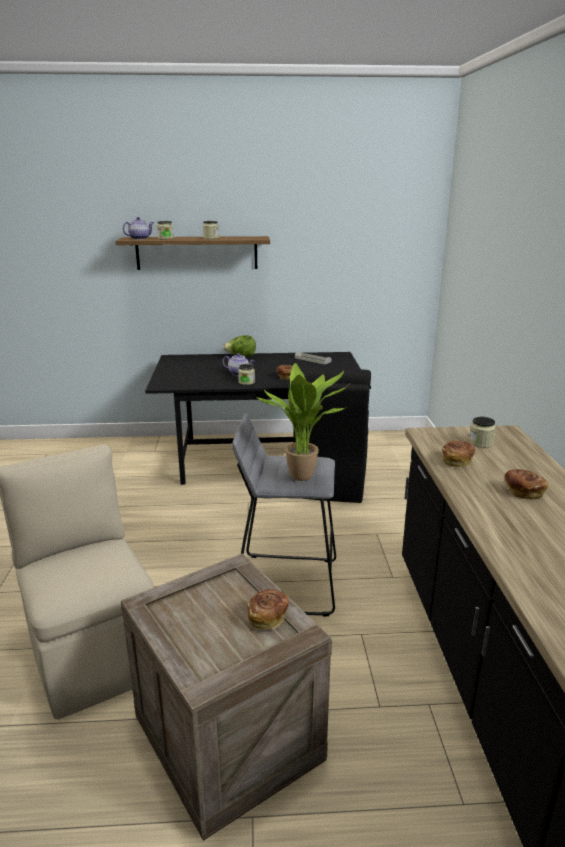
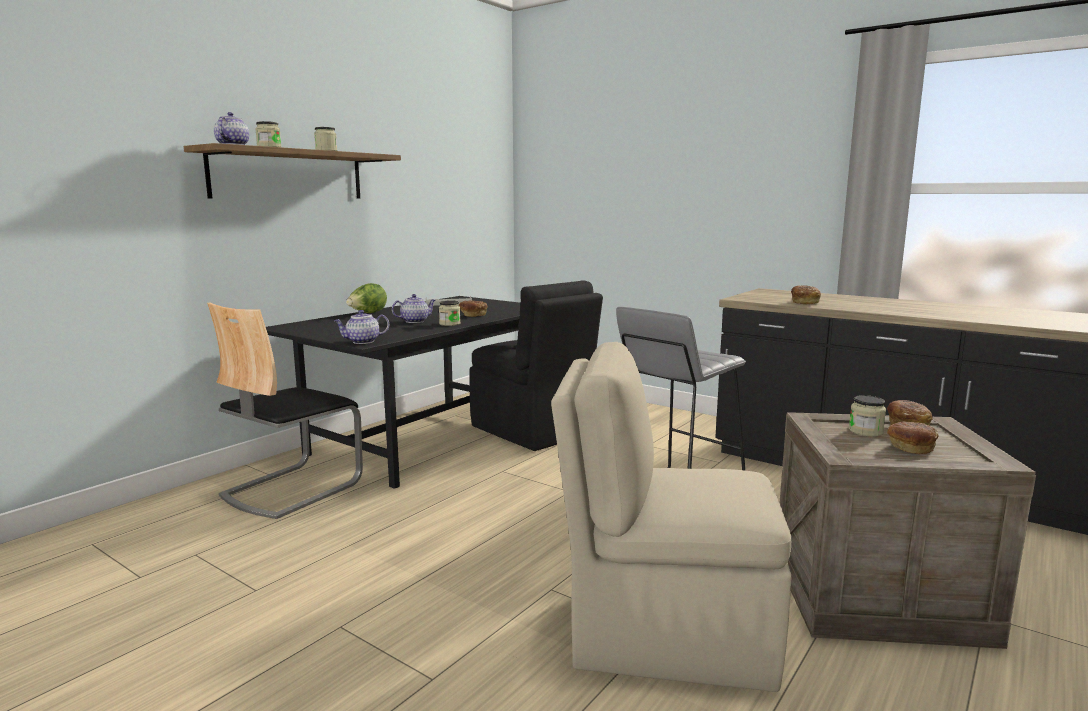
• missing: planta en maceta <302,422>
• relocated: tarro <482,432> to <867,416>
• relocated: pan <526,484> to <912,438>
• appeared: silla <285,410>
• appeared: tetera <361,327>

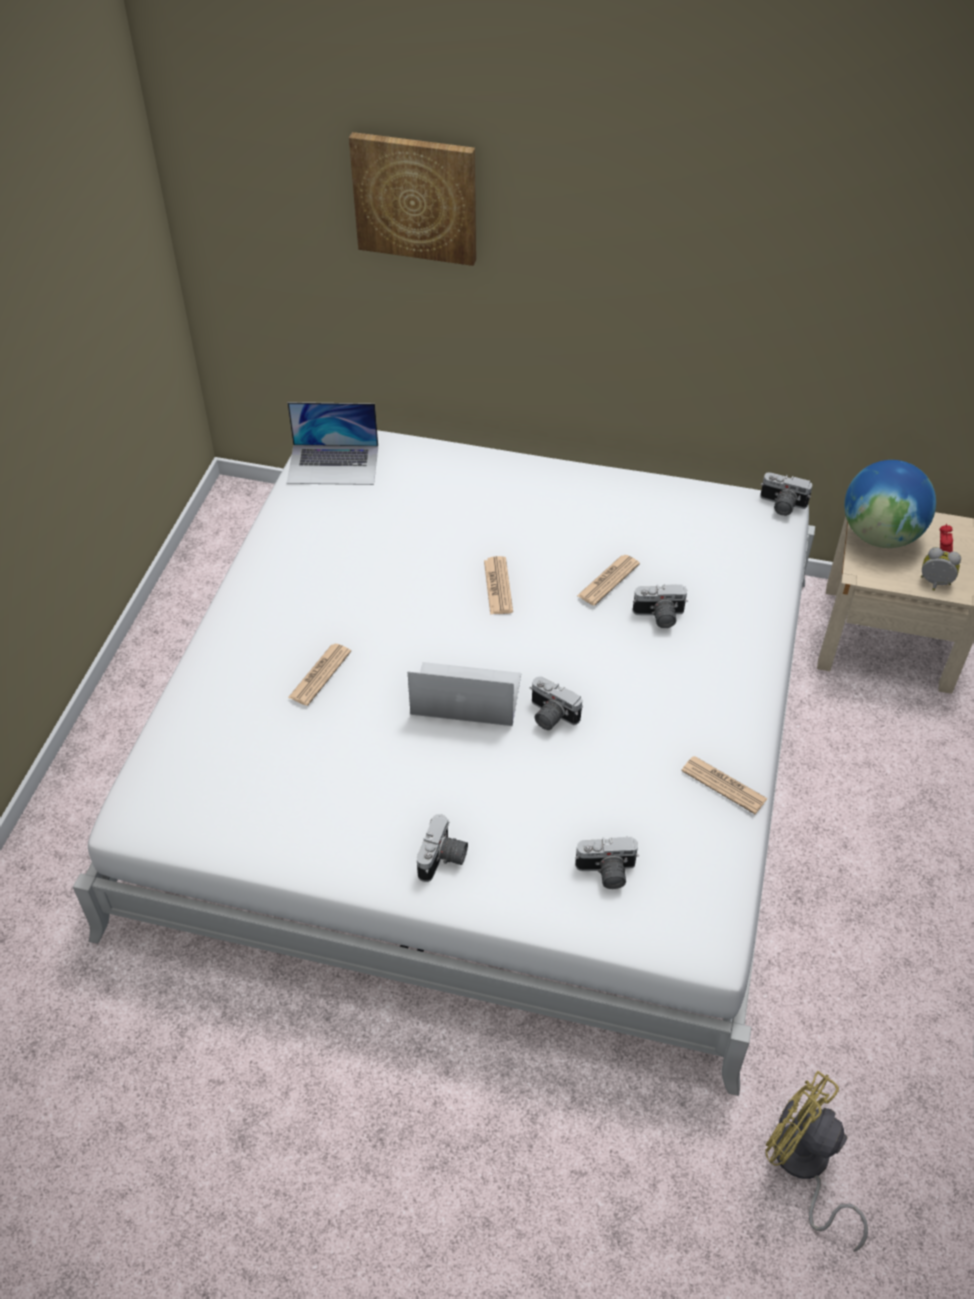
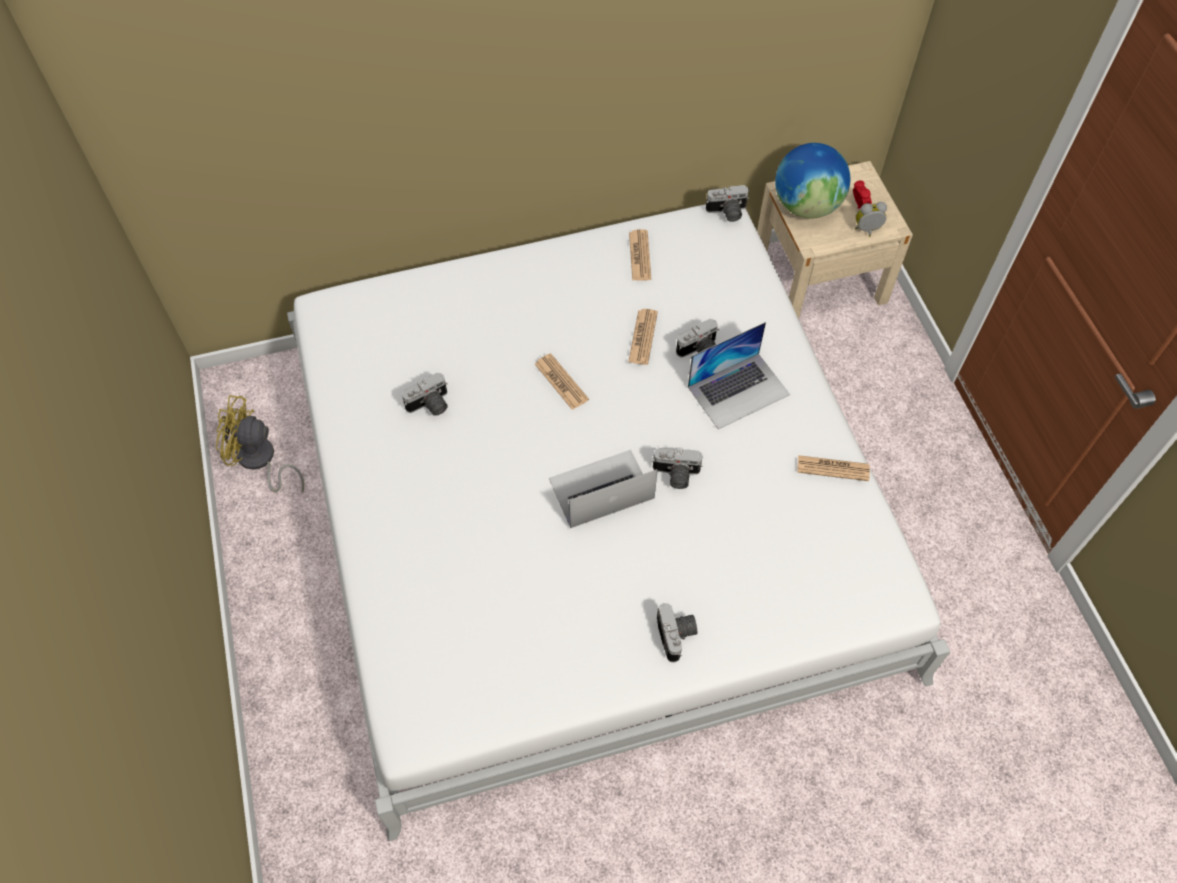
• missing: cuadro <412,199>
• relocated: portátil <332,443> to <739,375>
• relocated: periódico <319,675> to <640,255>
• relocated: cámara <607,863> to <425,394>
• relocated: ventilador [amarillo] <816,1161> to <260,443>

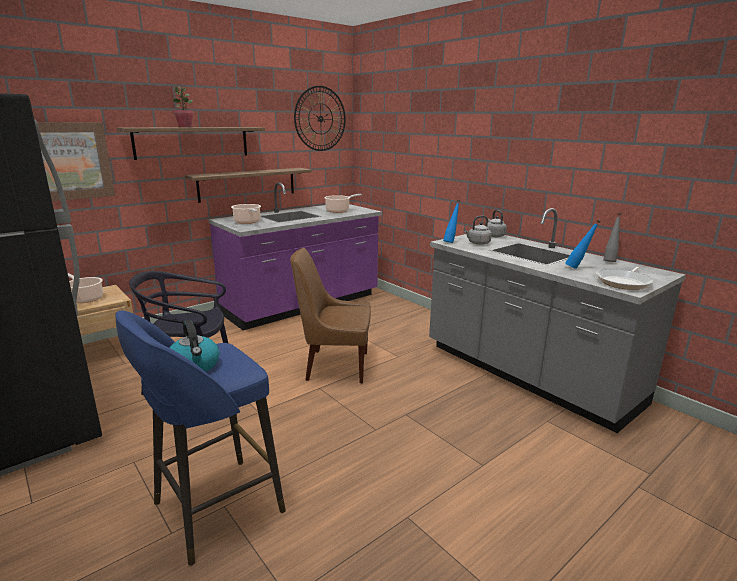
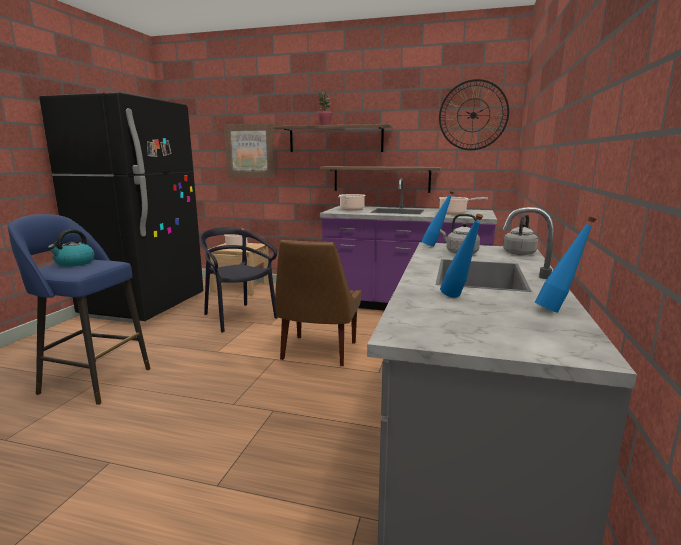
• colour: botella [gris] <612,237> to botella [azul] <565,265>
• spun: silla [marrón] <330,315> = <318,303> 135 degrees counterclockwise
• missing: sartén <625,278>

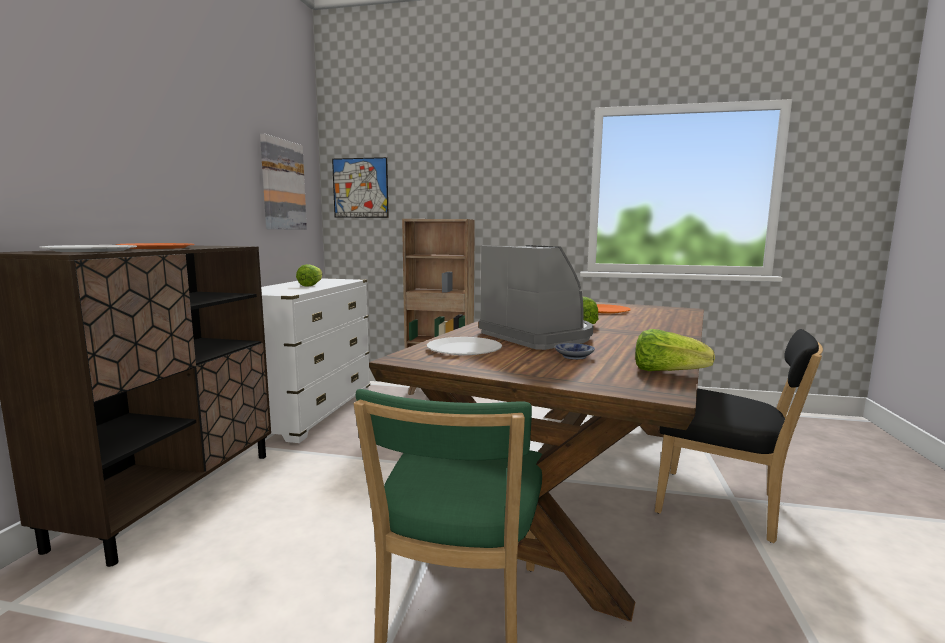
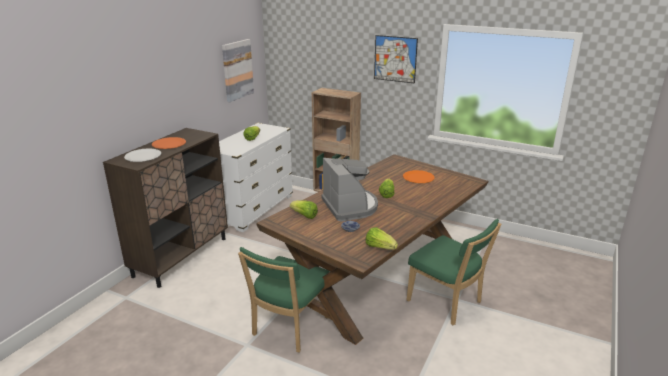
• relocated: cuadro <360,187> to <396,59>
• colour: silla [negro] <739,436> to silla [verde] <454,272>
• exchanged: plato [blanco] <464,346> to lechuga <304,209>

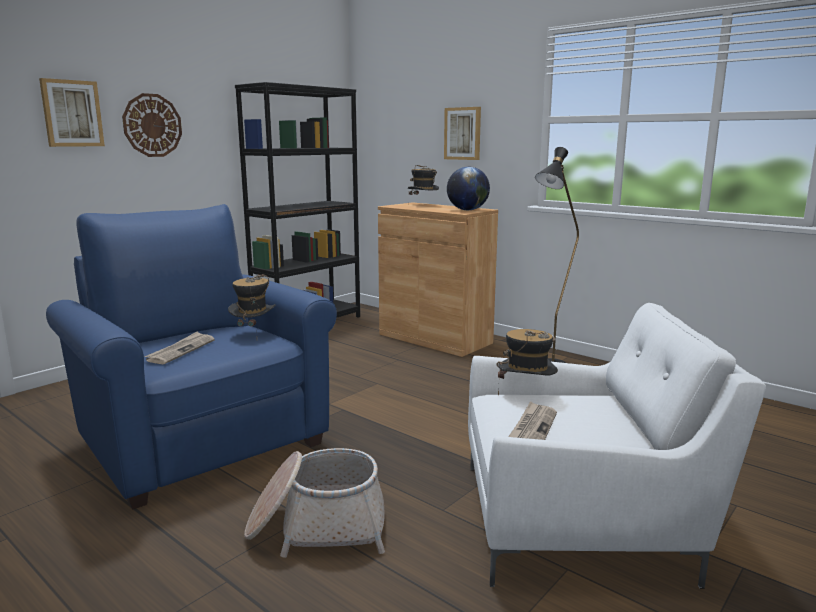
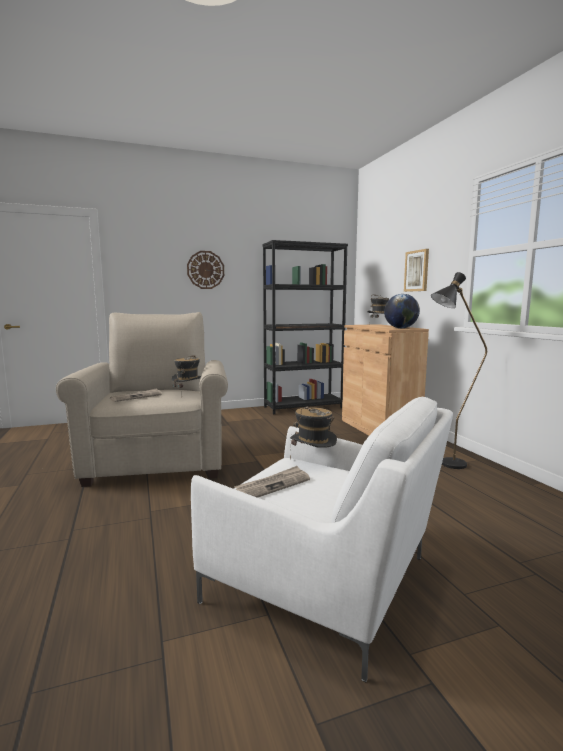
• missing: cuadro <72,112>
• colour: sillón [azul] <191,357> to sillón [beis] <142,399>
• missing: cesta <314,503>

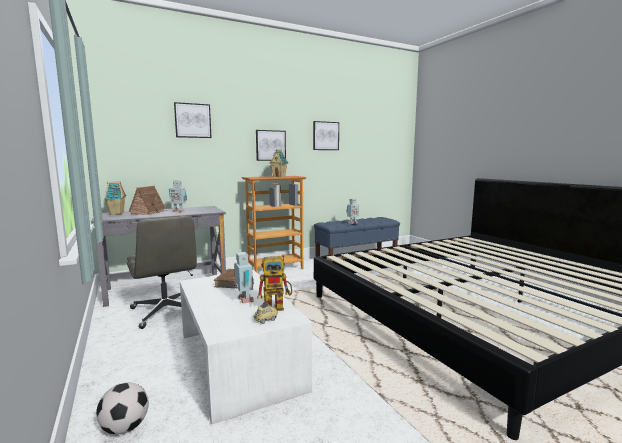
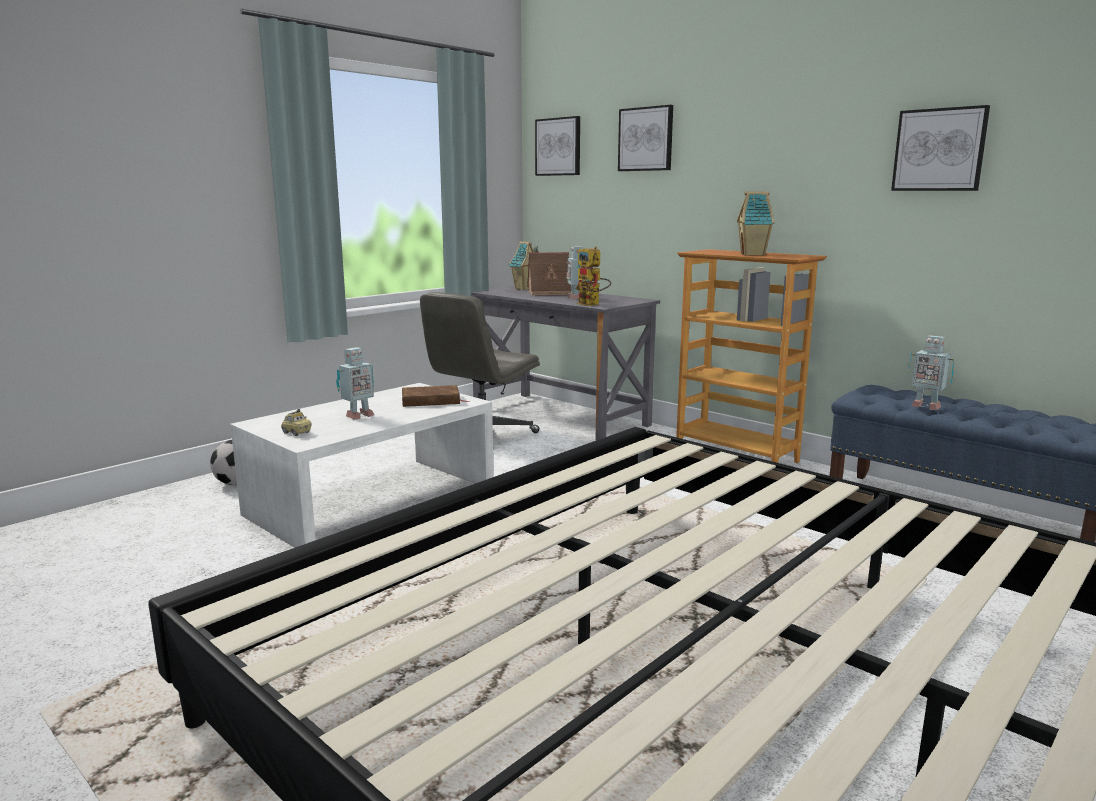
• relocated: cuadro <271,145> to <557,146>
• relocated: robot de juguete <274,282> to <593,276>

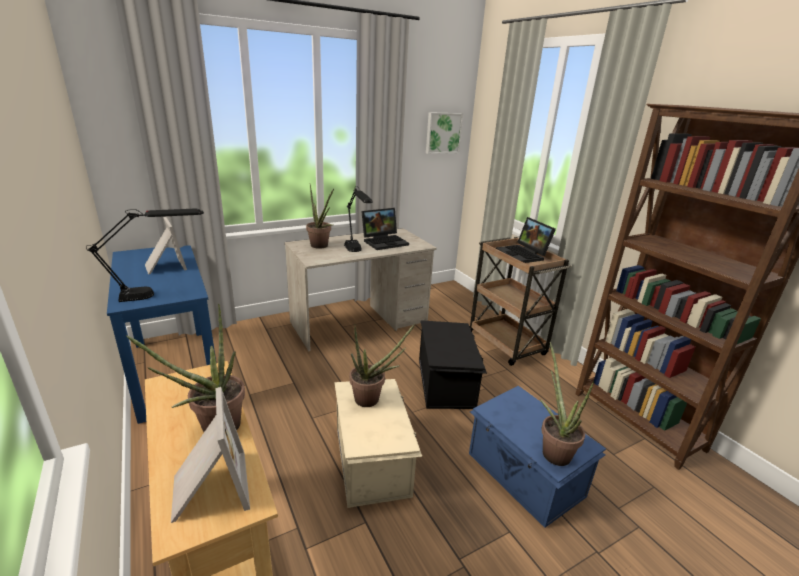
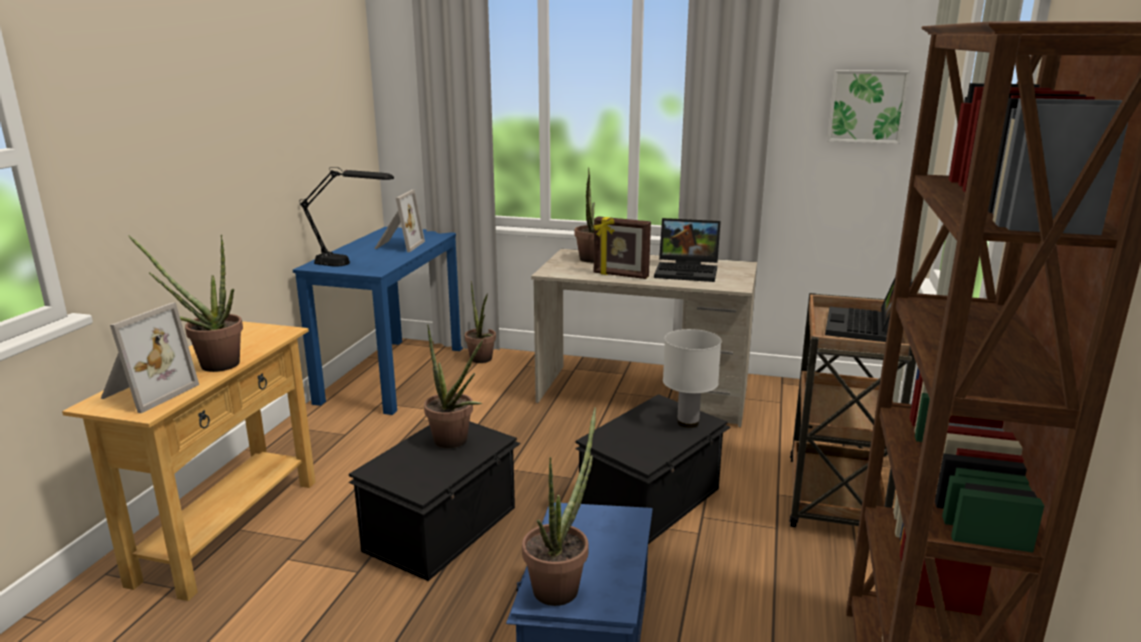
• exchanged: lámpara de mesa [negro] <358,219> to portarretratos <622,247>
• colour: caja de almacenaje [beis] <378,443> to caja de almacenaje [negro] <435,501>
• appeared: planta en maceta <480,322>
• appeared: lámpara de mesa [blanco] <692,378>

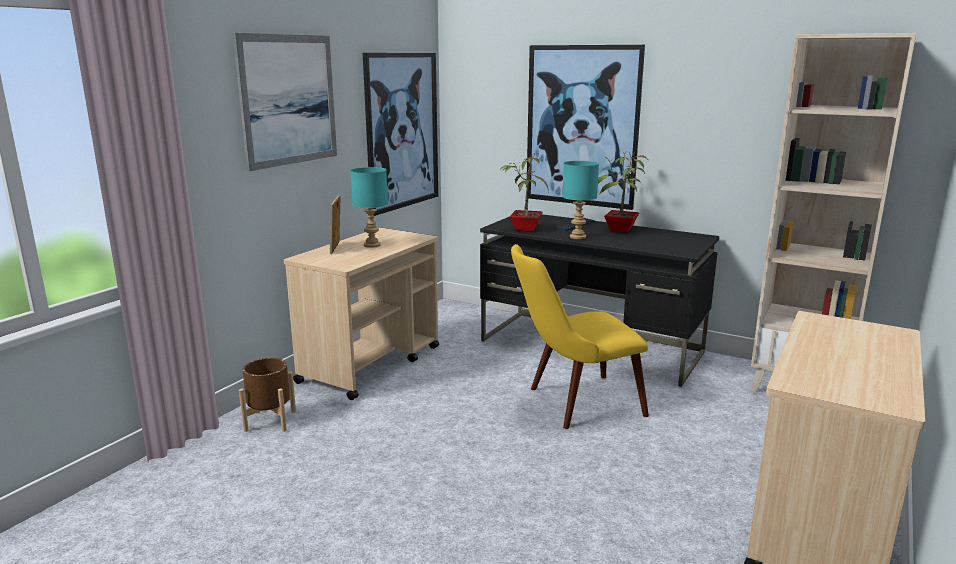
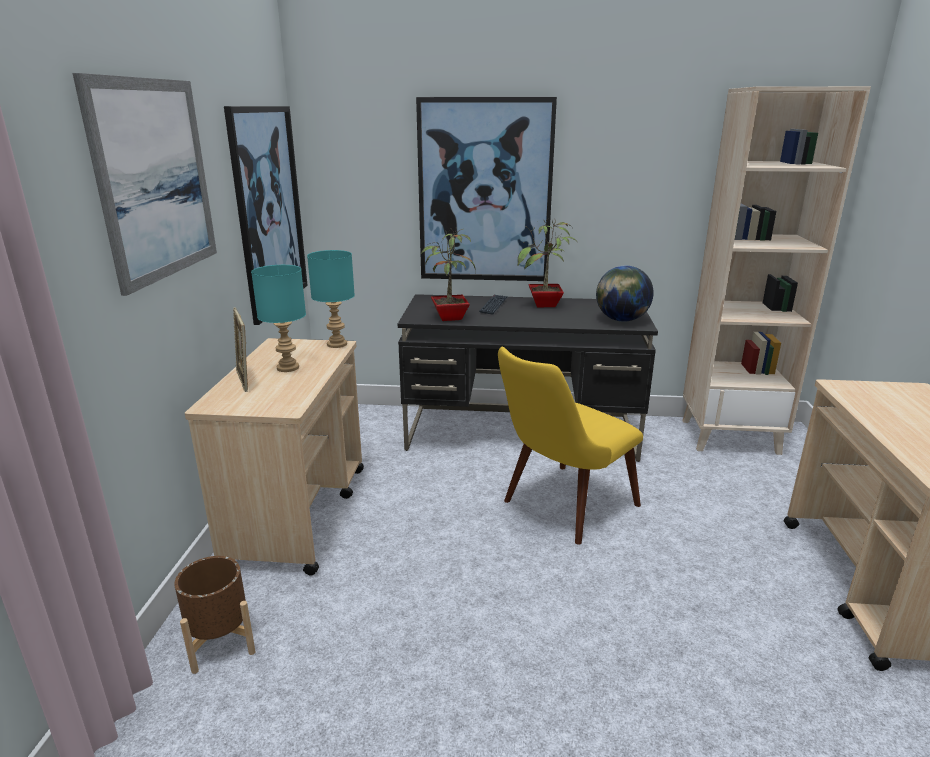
• relocated: lámpara de mesa [turquesa] <580,200> to <331,299>
• appeared: globo terráqueo <625,294>

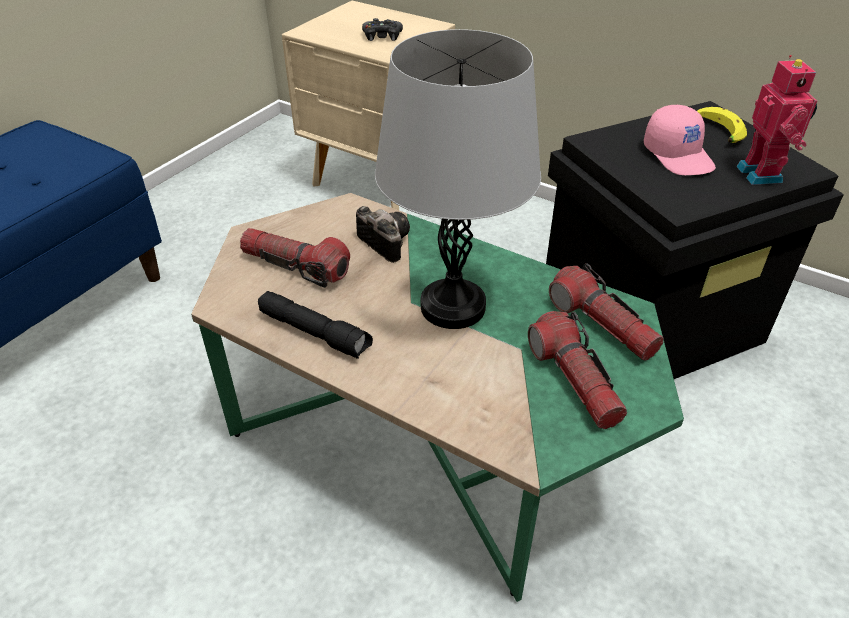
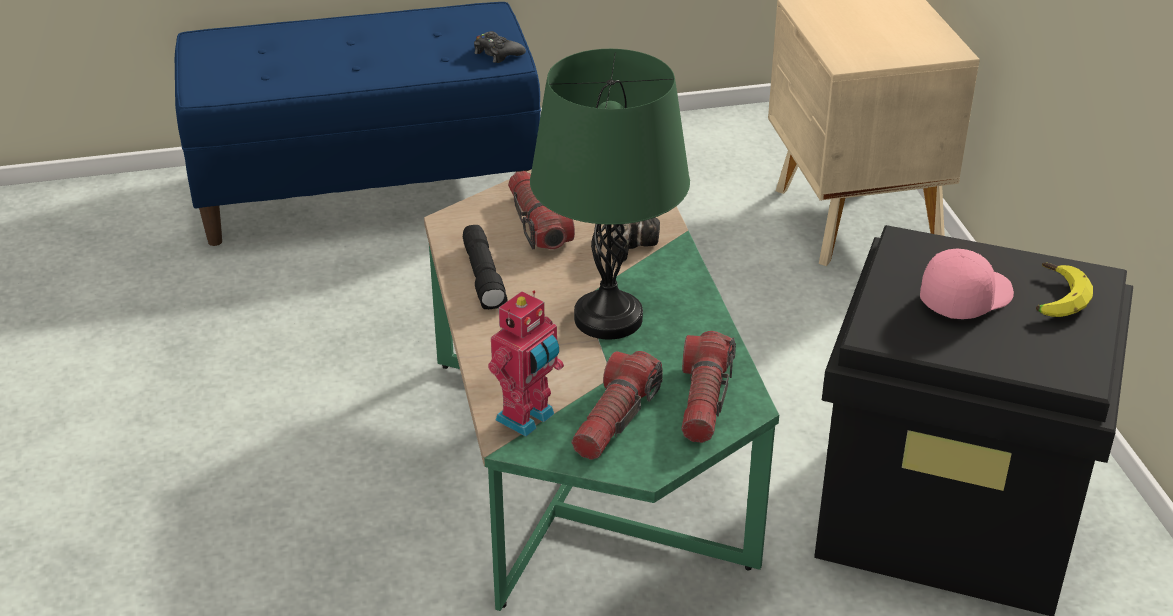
• relocated: mando de consola [negro] <382,29> to <500,47>
• colour: lámpara de mesa [gris] <458,179> to lámpara de mesa [verde] <610,194>
• relocated: robot de juguete <776,120> to <526,364>
• spun: gorra [rosa] <680,140> = <967,284> 150 degrees counterclockwise

